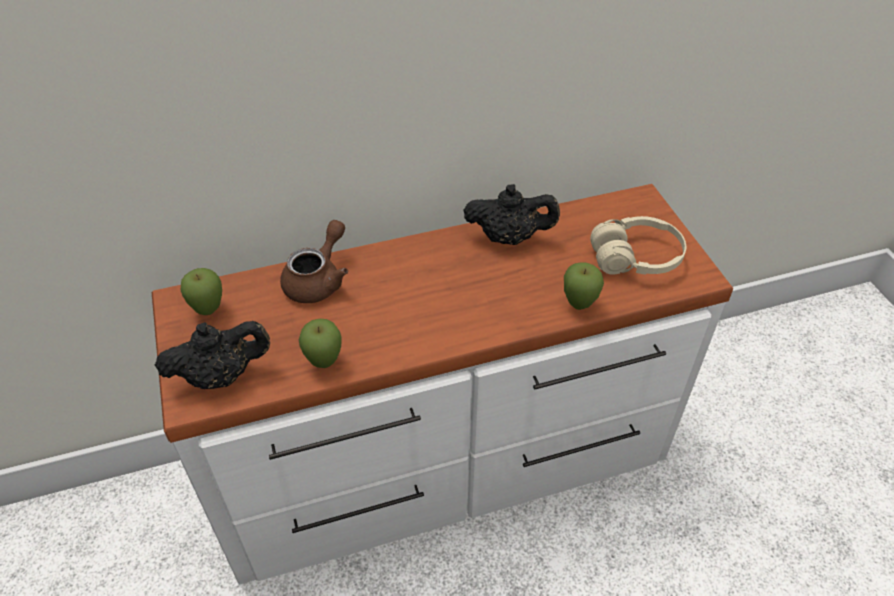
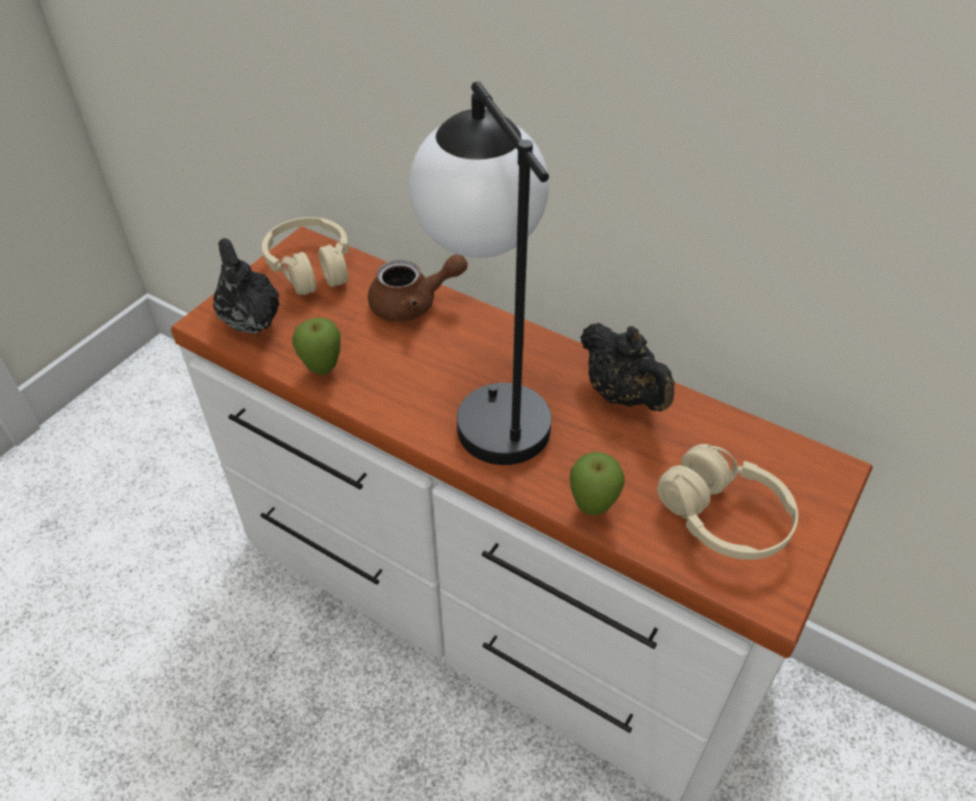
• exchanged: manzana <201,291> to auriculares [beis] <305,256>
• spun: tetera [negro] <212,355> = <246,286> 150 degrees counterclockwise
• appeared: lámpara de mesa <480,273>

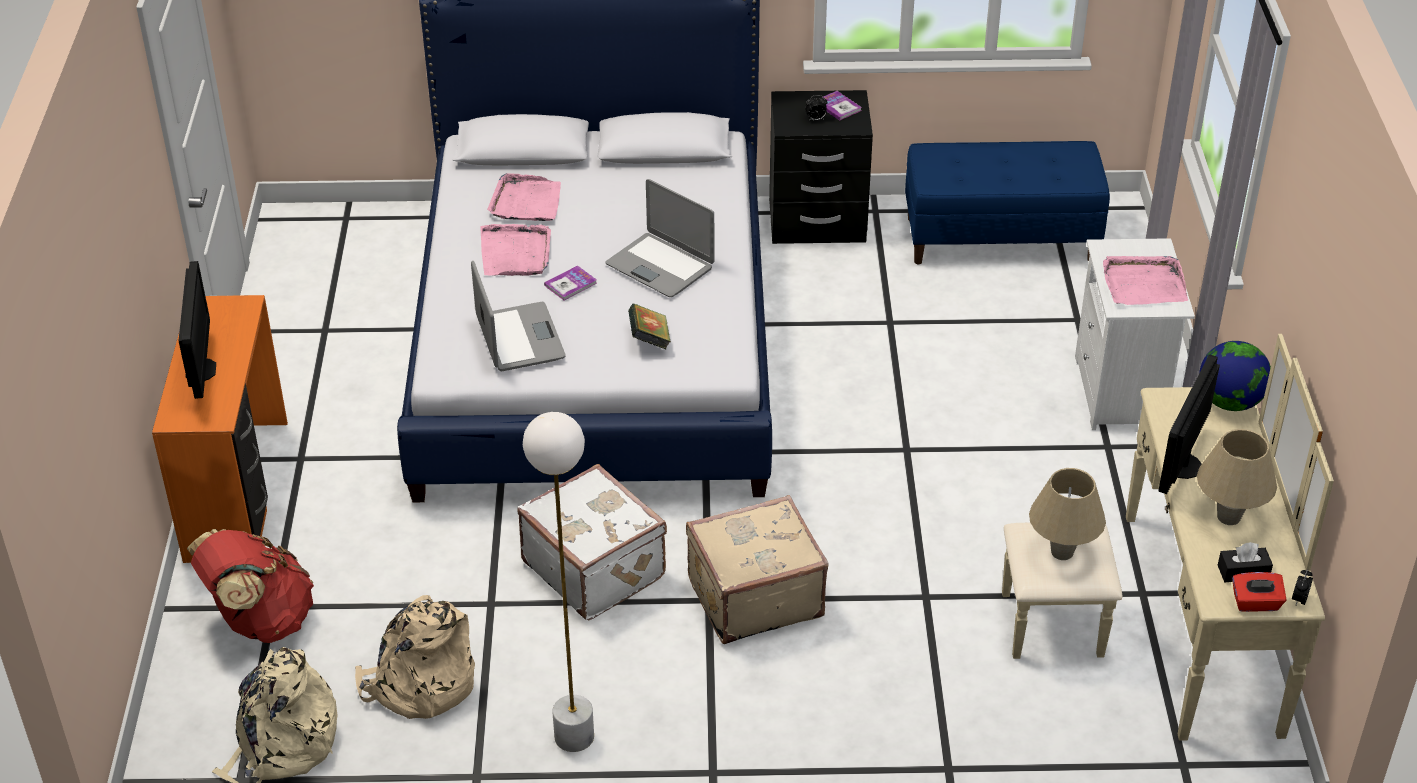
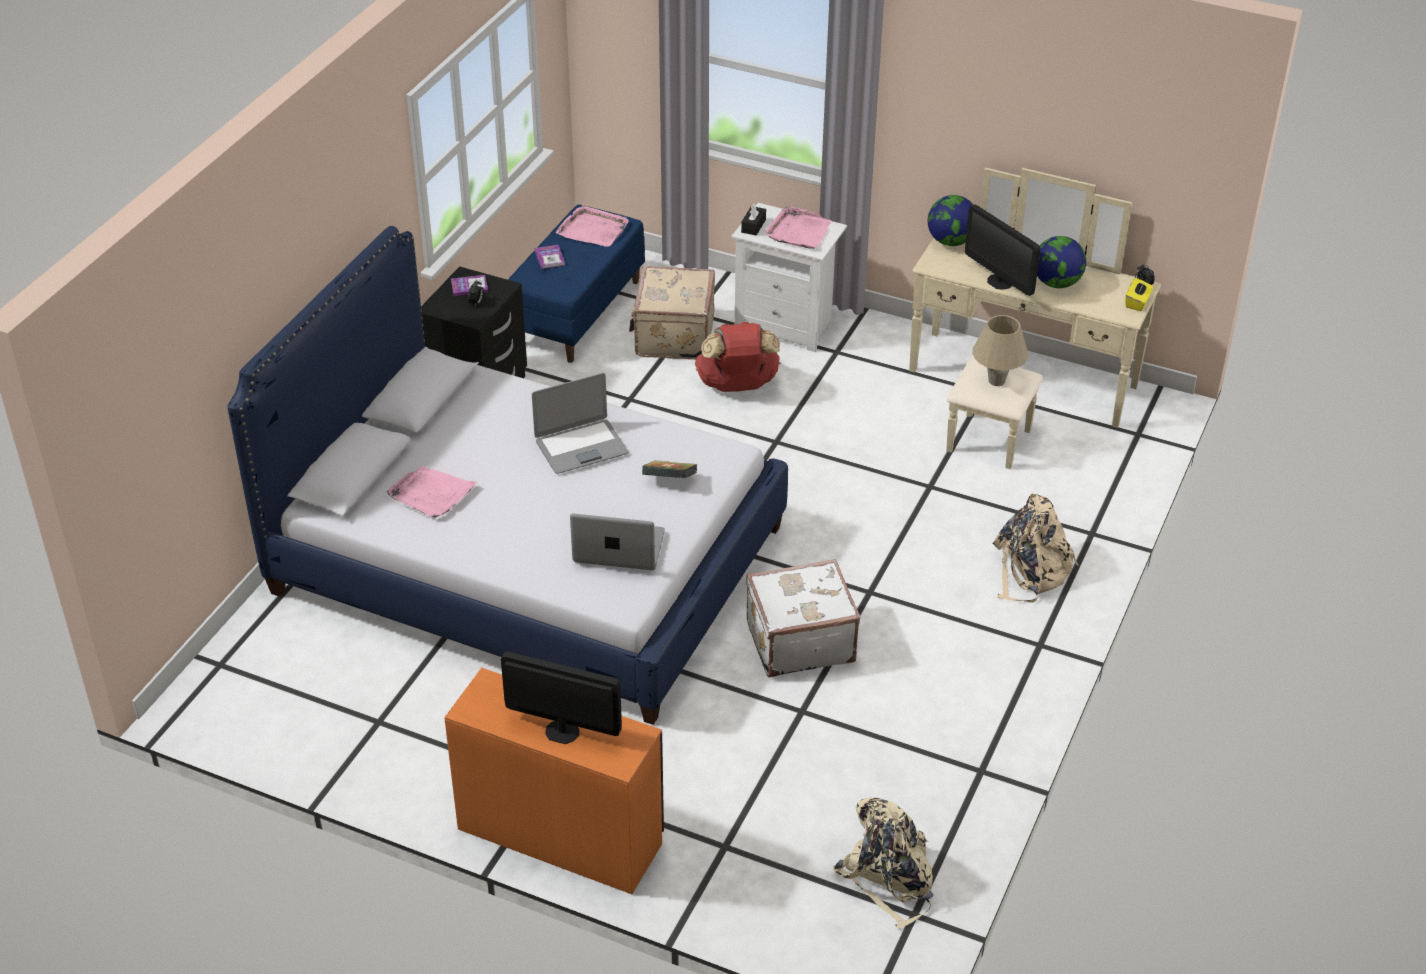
• relocated: bandeja [rosa] <515,250> to <592,226>
• relocated: libro <570,283> to <549,257>
• missing: lámpara de pie [blanco] <558,582>
• exchanged: lámpara de mesa [beis] <1237,477> to globo terráqueo <1061,262>
• relocated: maleta [beis] <757,569> to <672,312>
• relocated: mochila [rojo] <250,586> to <737,357>
• relocated: caja de pañuelos [negro] <1245,562> to <753,219>
• colour: caja de pañuelos [rojo] <1259,592> to caja de pañuelos [amarillo] <1139,294>
• relocated: mochila [beis] <415,657> to <1035,548>

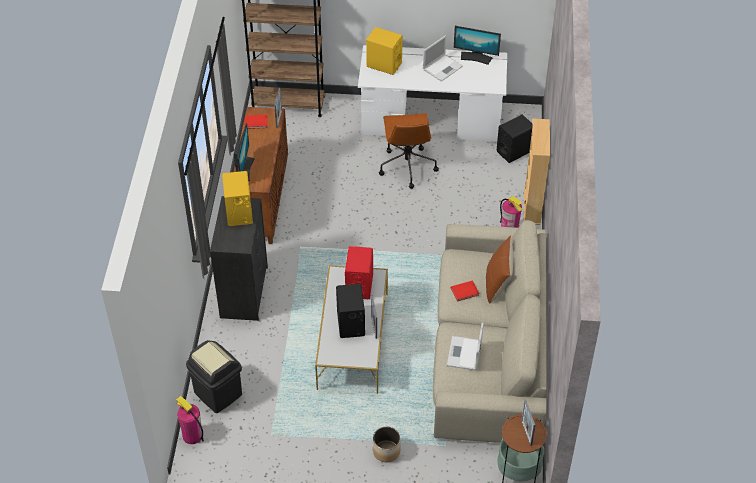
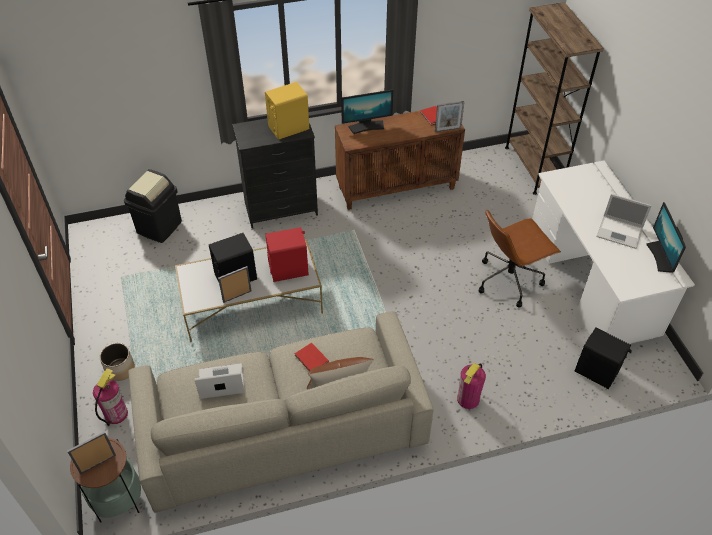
• missing: altavoz [amarillo] <384,51>
• missing: estantería [beis] <537,172>
• relocated: extintor <190,420> to <110,397>

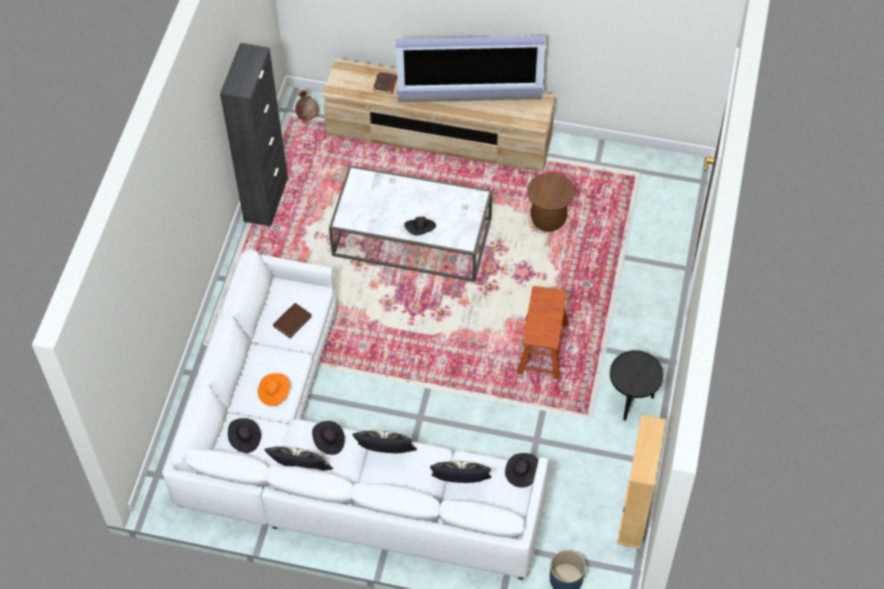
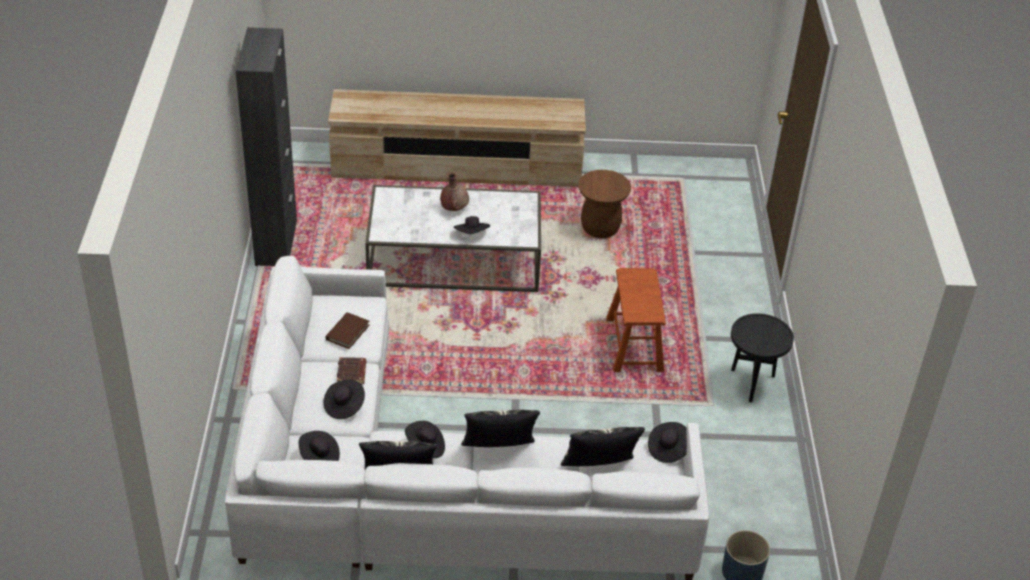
• missing: televisor <471,69>
• relocated: libro [marrón] <385,83> to <351,370>
• relocated: florero [marrón] <307,105> to <454,191>
• colour: sombrero [naranja] <274,389> to sombrero [negro] <344,399>
• missing: estantería [beis] <641,482>

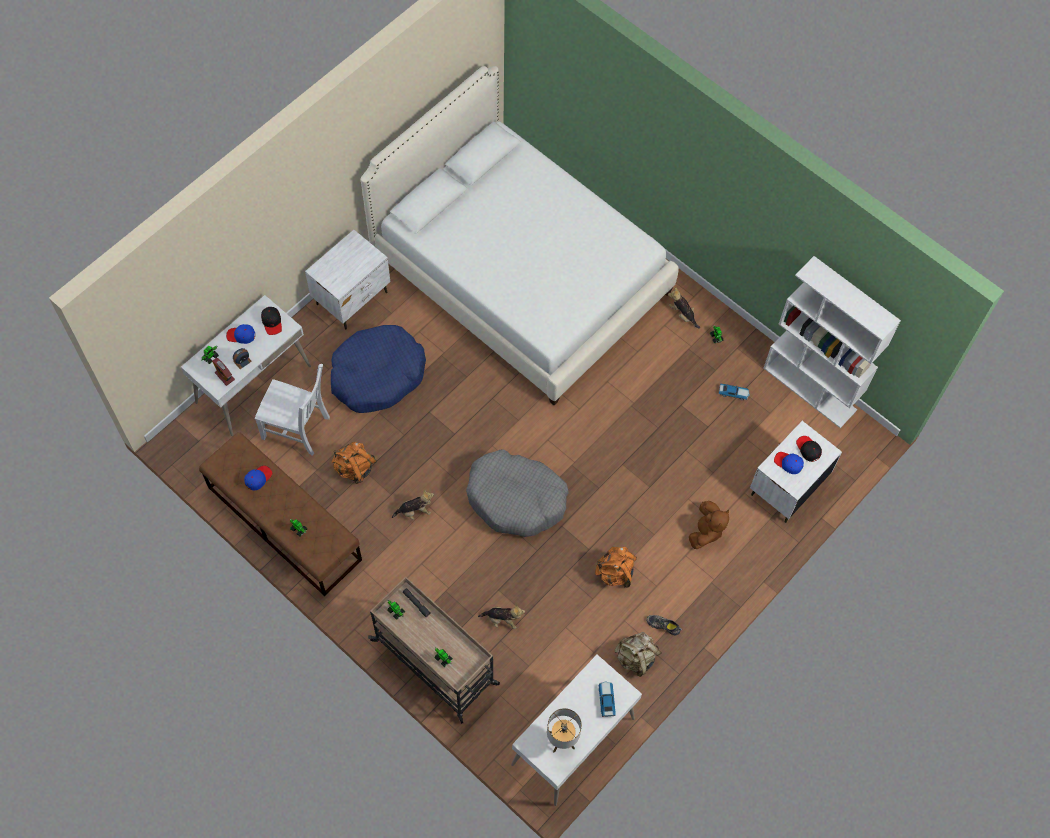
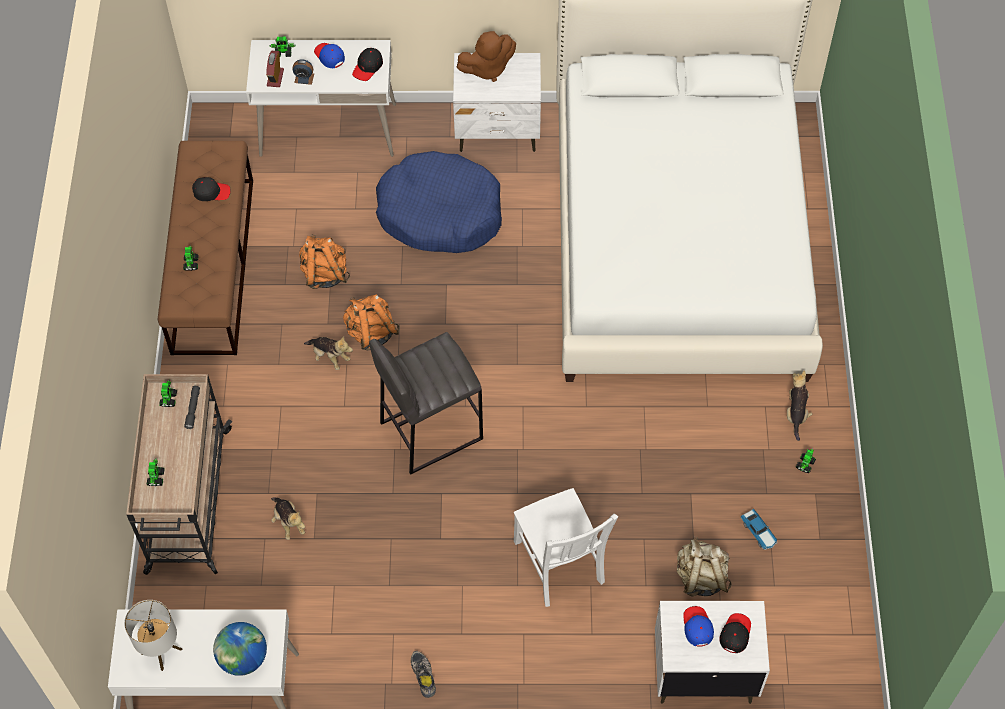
• missing: estantería [blanco] <832,342>
• relocated: silla [blanco] <292,410> to <566,547>
• exchanged: cama para perro [gris] <517,493> to taburete [gris] <426,403>
• colour: gorra [azul] <258,477> to gorra [negro] <211,189>
• relocated: peluche [marrón] <709,525> to <486,56>
• relocated: mochila [naranja] <616,567> to <371,322>
• relocated: mochila [beis] <638,654> to <704,567>
• exchanged: coche de juguete <607,699> to globo terráqueo <240,649>

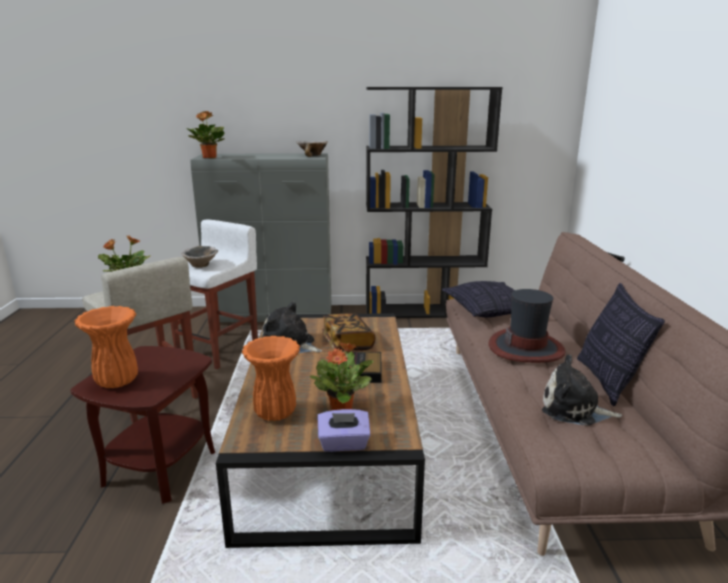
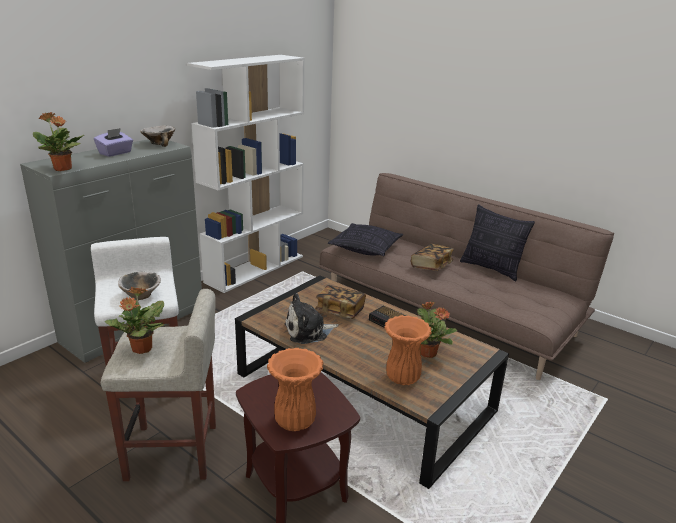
• colour: estantería [negro] <434,202> to estantería [blanco] <246,174>
• exchanged: sombrero <527,326> to libro <432,257>
• missing: peluche <582,390>
• relocated: caja de pañuelos [morado] <344,430> to <113,142>

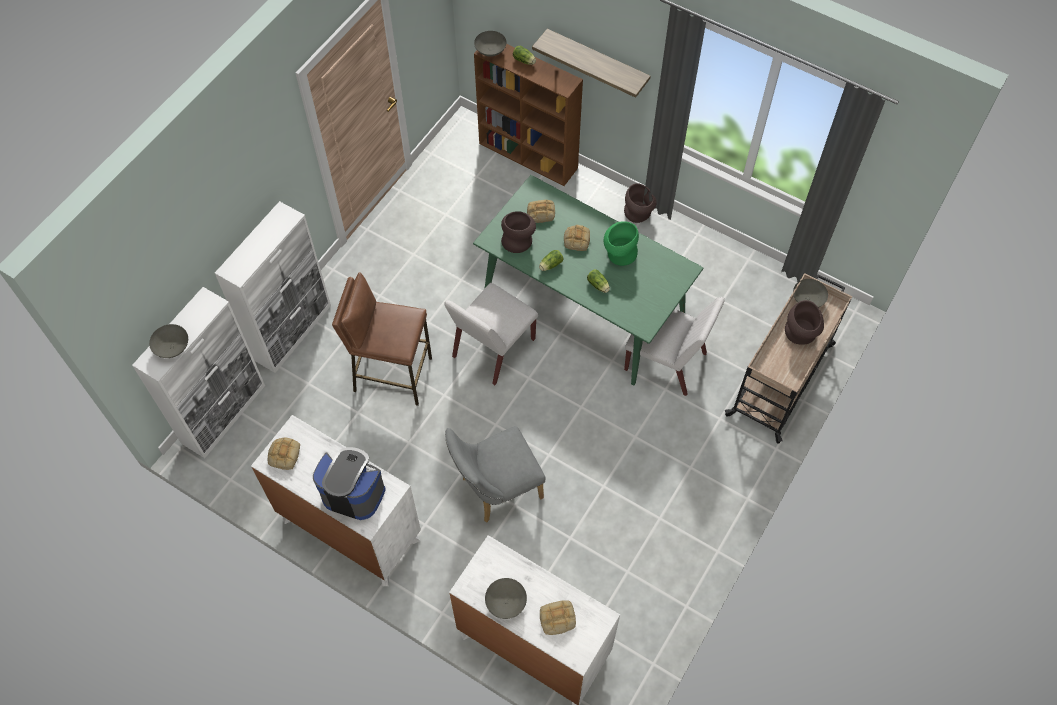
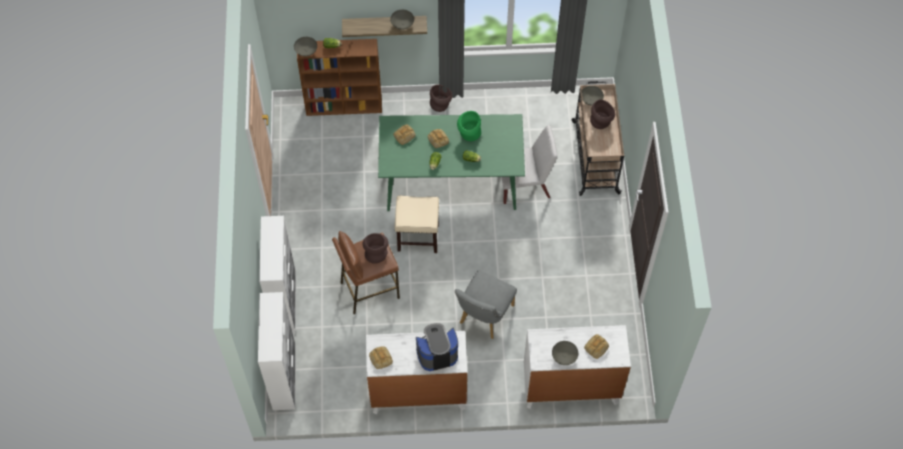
• relocated: florero [marrón] <518,232> to <375,248>
• exchanged: silla [blanco] <491,334> to taburete [beis] <417,224>
• relocated: cuenco [gris] <168,341> to <402,19>

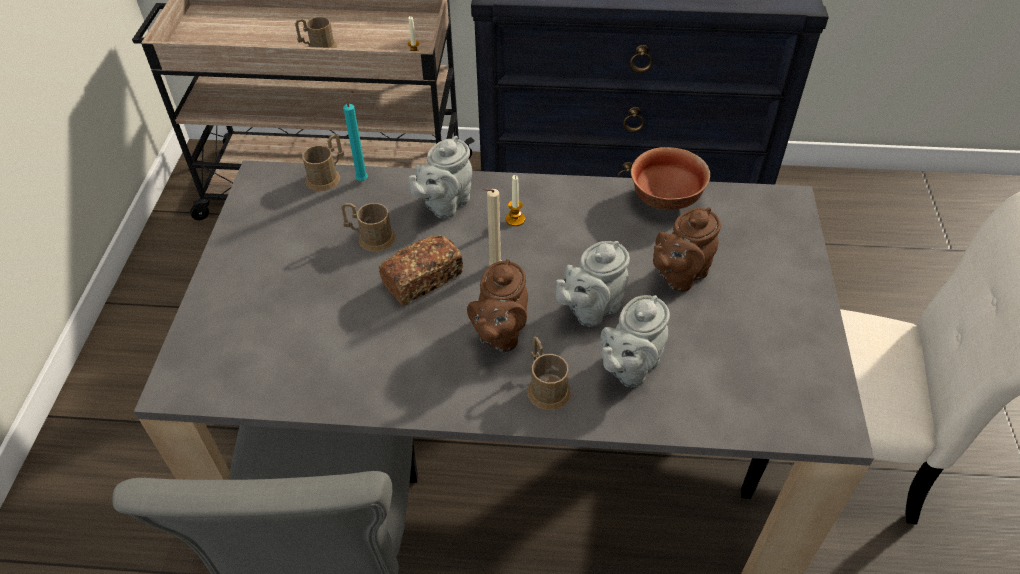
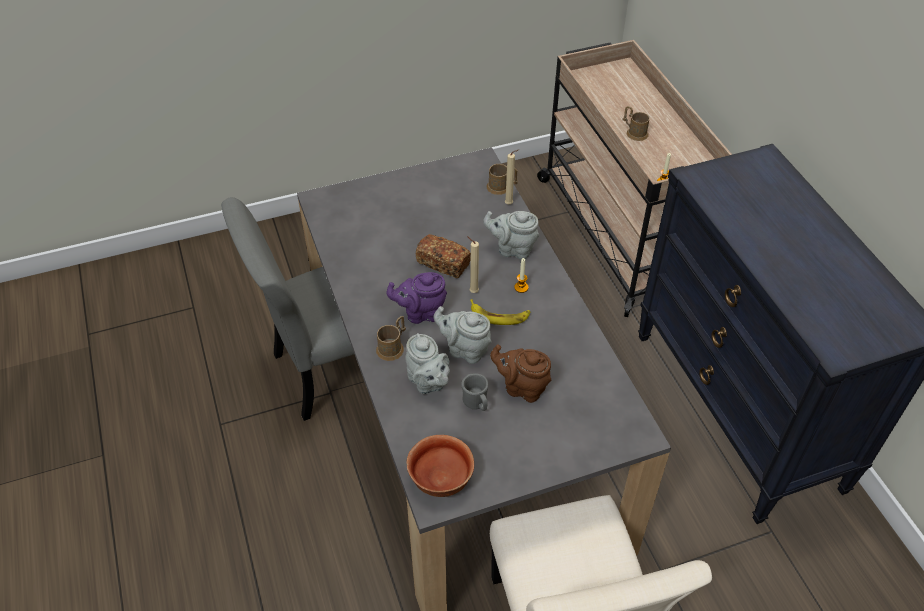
• colour: vela [turquesa] <355,136> to vela [beis] <511,177>
• relocated: cuenco <670,178> to <440,466>
• missing: taza grande [marrón] <368,227>
• colour: tetera [marrón] <497,305> to tetera [morado] <417,298>
• spun: tetera [gris] <635,341> = <427,363> 135 degrees counterclockwise
• appeared: plátano <500,312>
• appeared: taza grande [gris] <474,392>

